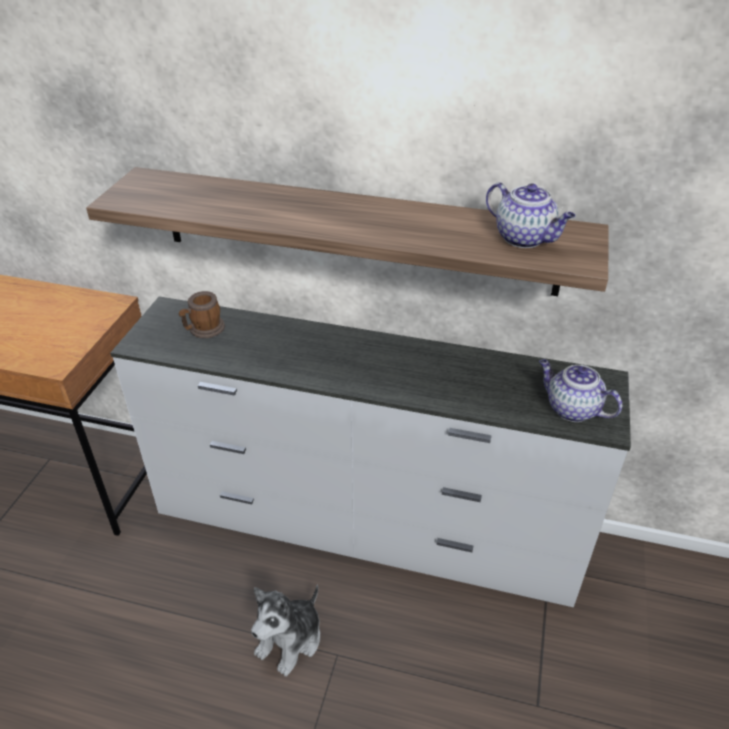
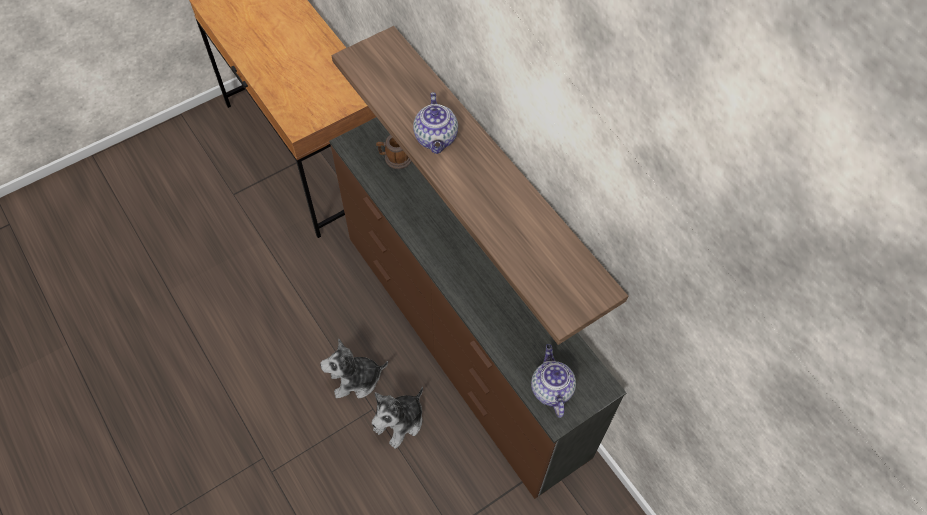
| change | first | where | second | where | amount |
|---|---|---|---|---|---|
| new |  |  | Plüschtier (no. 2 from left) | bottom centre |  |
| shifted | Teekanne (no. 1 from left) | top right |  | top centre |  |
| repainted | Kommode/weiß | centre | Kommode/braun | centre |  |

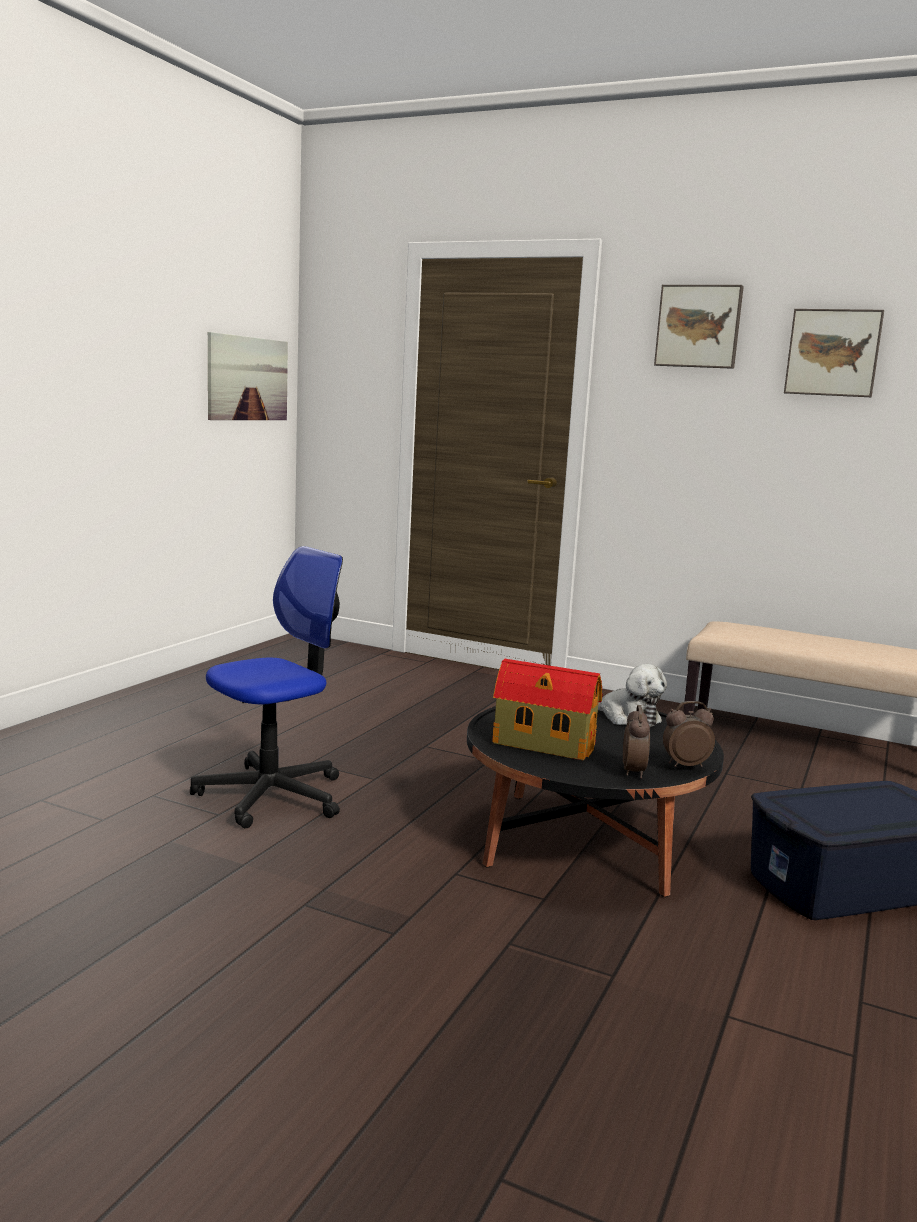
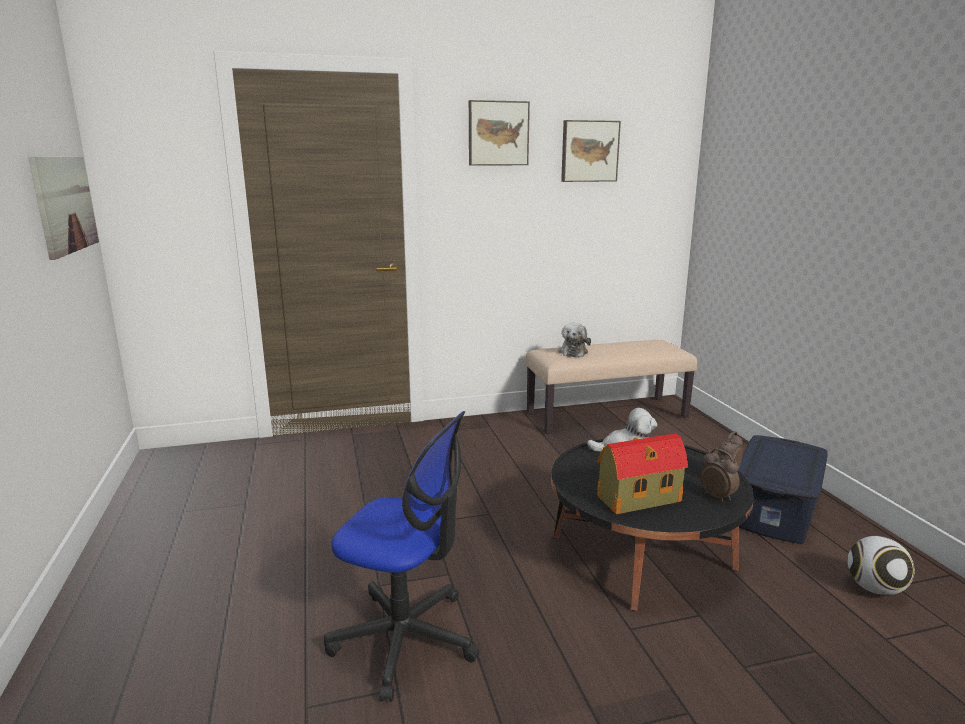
| change | first | where | second | where | amount |
|---|---|---|---|---|---|
| new |  |  | Plüschtier (no. 1 from left) | centre |  |
| new |  |  | Fußball | bottom right |  |
| rotated | Bürostuhl | middle left |  | bottom centre | 105 degrees clockwise |

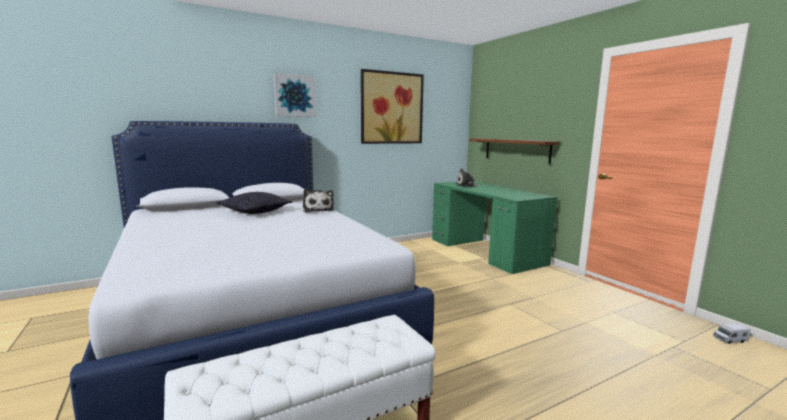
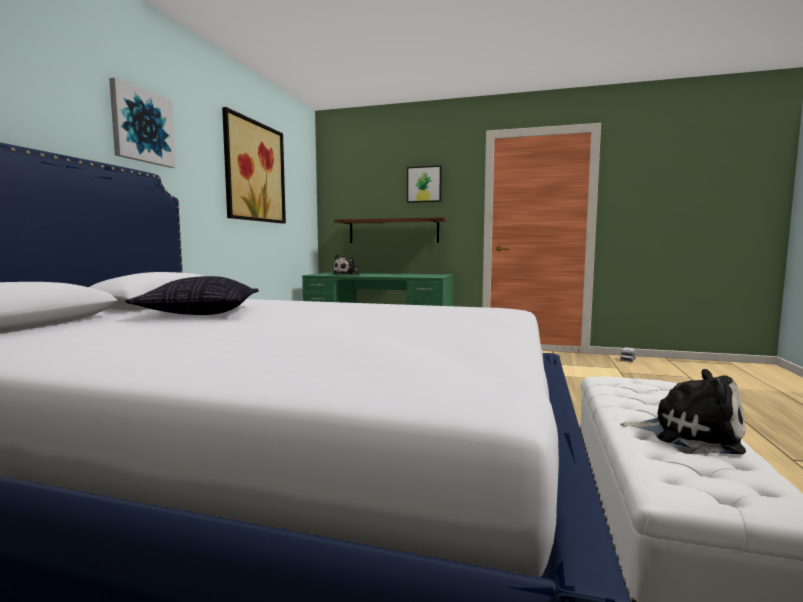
| change | first | where | second | where | amount |
|---|---|---|---|---|---|
| new |  |  | Bild (no. 3 from left) | top centre |  |
| shifted | Plüschtier (no. 1 from left in the first image) | centre | Plüschtier (no. 2 from left) | bottom right |  |

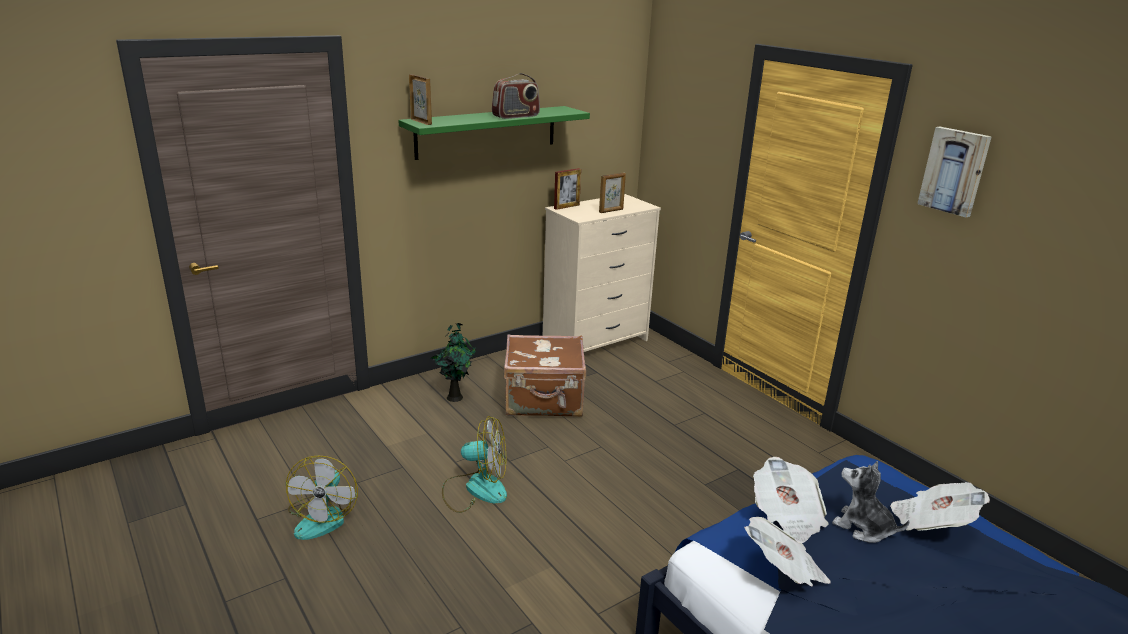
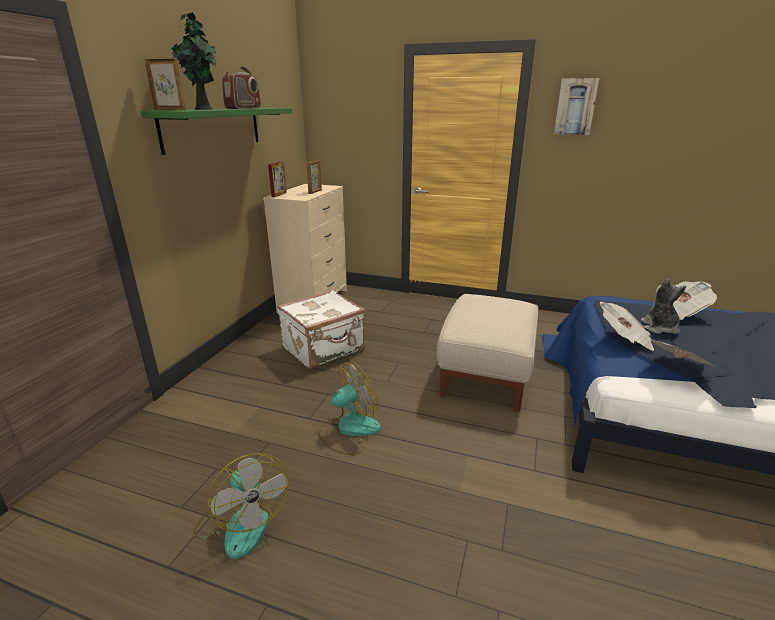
| change | first | where | second | where | amount |
|---|---|---|---|---|---|
| new |  |  | Polsterhocker/beige | centre |  |
| shifted | Topfpflanze | centre |  | top left |  |
| repainted | Koffer/braun | centre | Koffer/weiß | centre |  |
| rotated | Plüschtier | bottom right |  | middle right | 90 degrees clockwise |

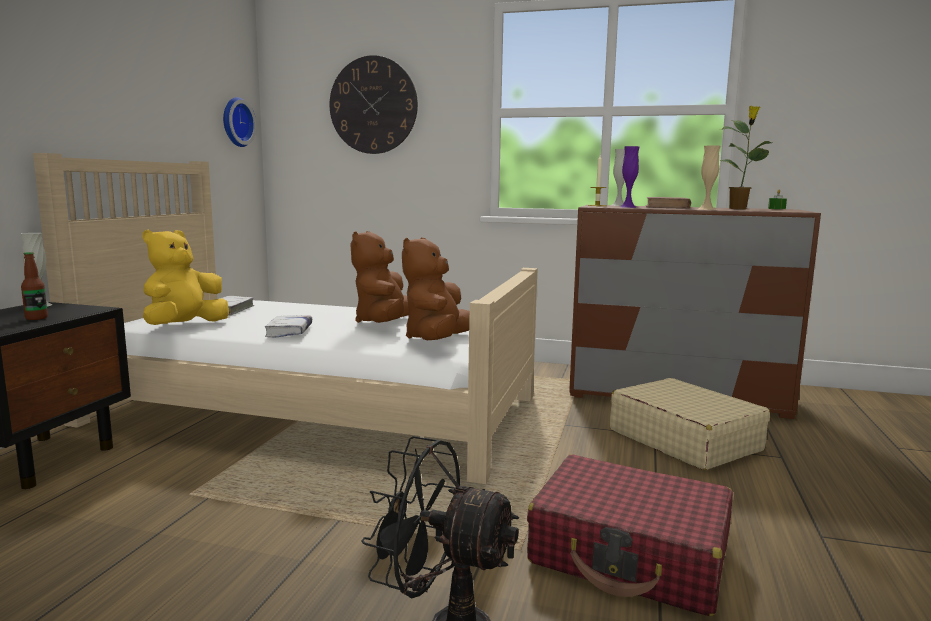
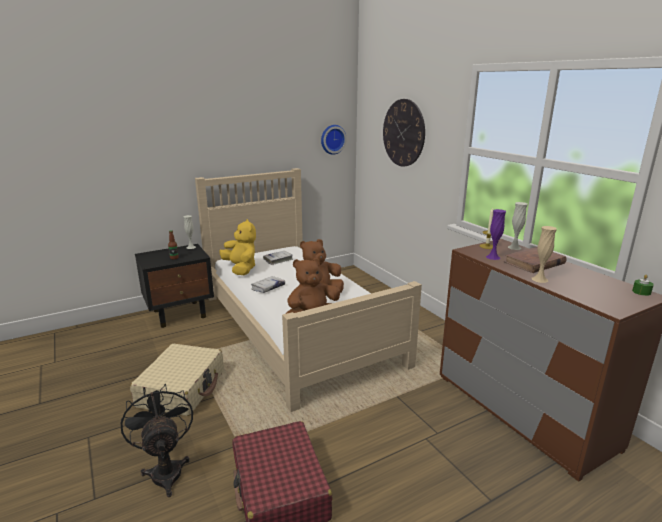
| change | first | where | second | where | amount |
|---|---|---|---|---|---|
| gone | Topfpflanze | top right |  |  |  |
| shifted | Koffer/beige | bottom right |  | bottom left |  |
| rotated | Plüschtier/gelb | middle left |  | centre | 75 degrees clockwise |

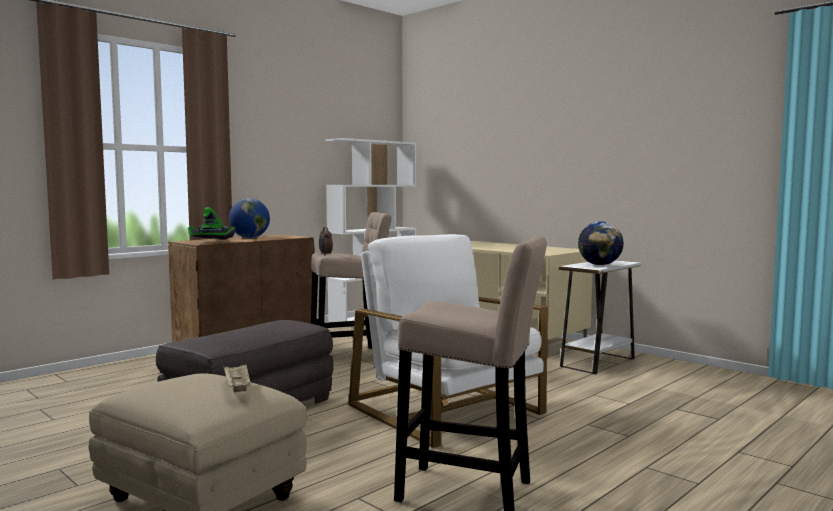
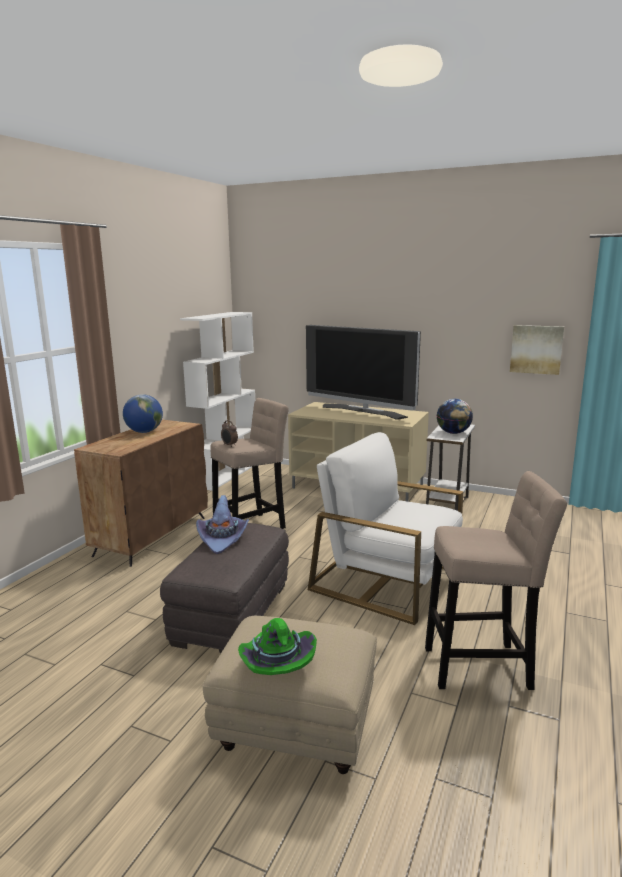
| change | first | where | second | where | amount |
|---|---|---|---|---|---|
| gone | Tablett/beige | bottom left |  |  |  |
| new |  |  | Hut/lila | centre |  |
| new |  |  | Fernseher | centre |  |
| new |  |  | Bild | middle right |  |
| shifted | Hut/grün | middle left |  | bottom centre |  |

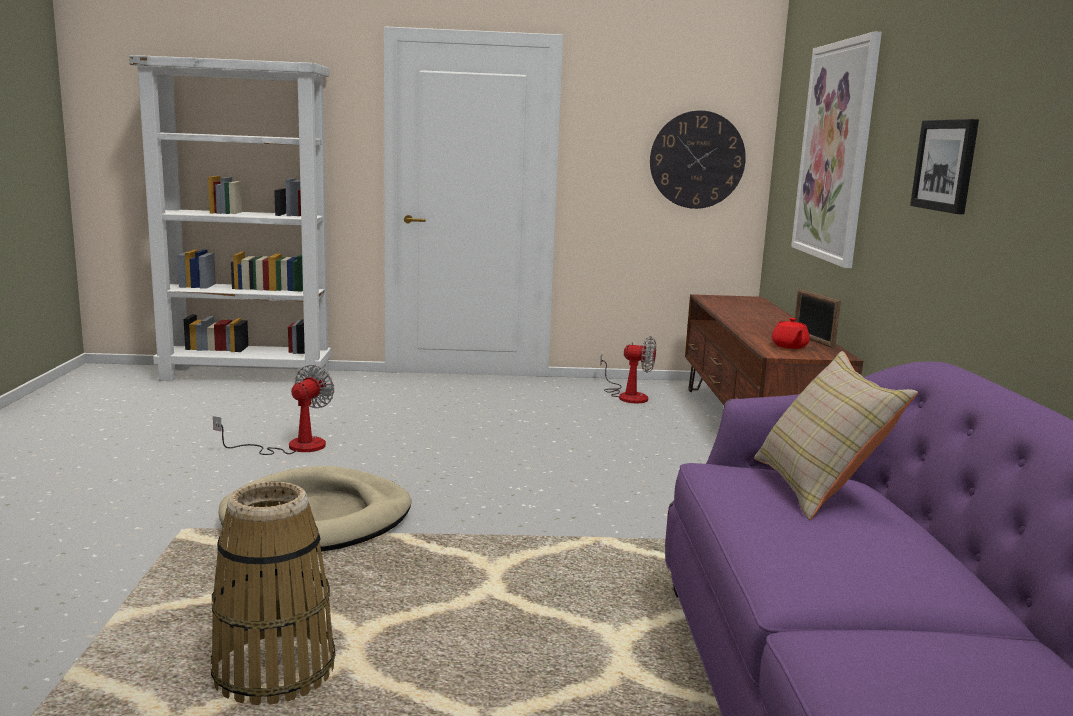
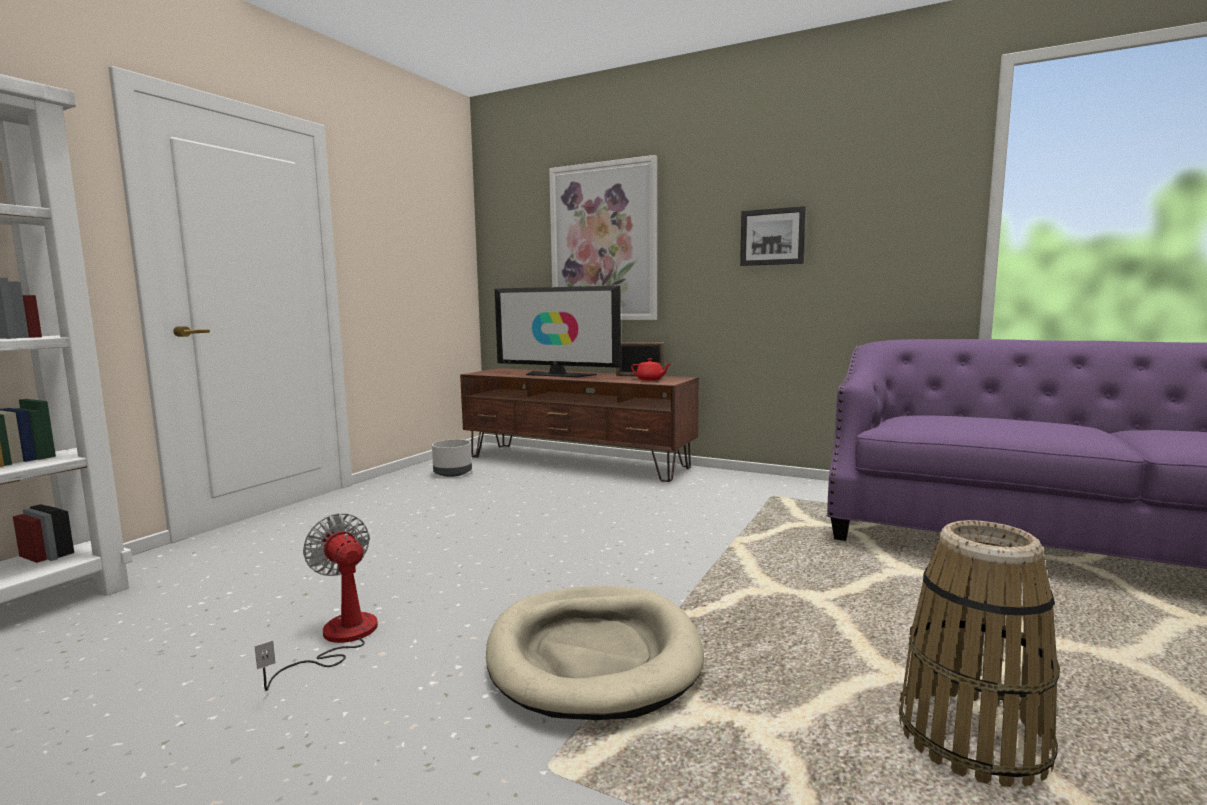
| change | first | where | second | where | amount |
|---|---|---|---|---|---|
| gone | Wanduhr | top centre |  |  |  |
| gone | Kissen/beige | middle right |  |  |  |
| new |  |  | Fernseher | centre |  |
| swapped | Ventilator (no. 2 from left) | centre | Pflanzkübel/grau | centre |  |

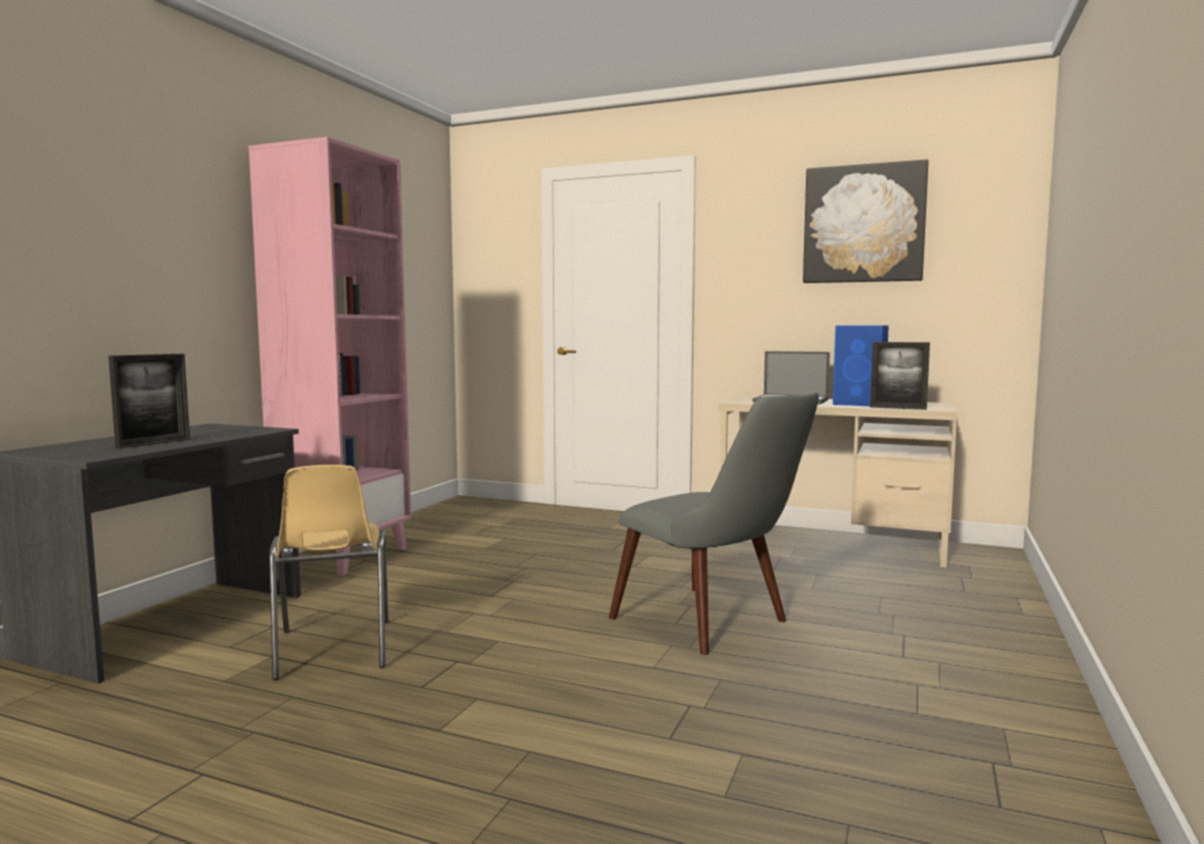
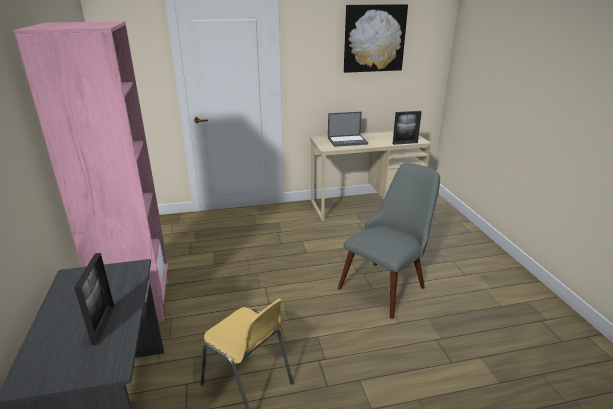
| change | first | where | second | where | amount |
|---|---|---|---|---|---|
| gone | Lautsprecher/blau | middle right |  |  |  |
| rotated | Stuhl/grau | centre |  | centre | 60 degrees counterclockwise |

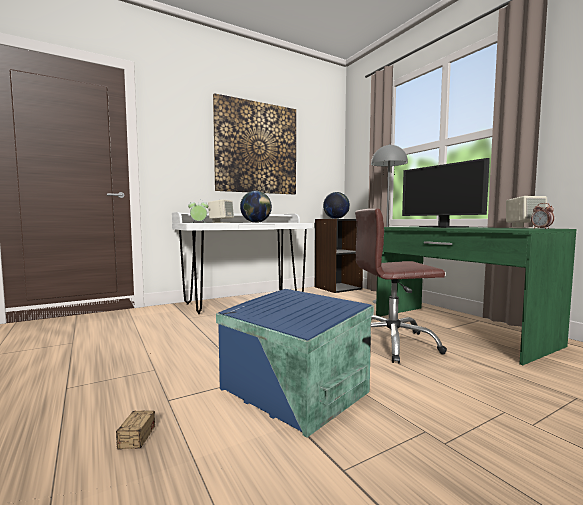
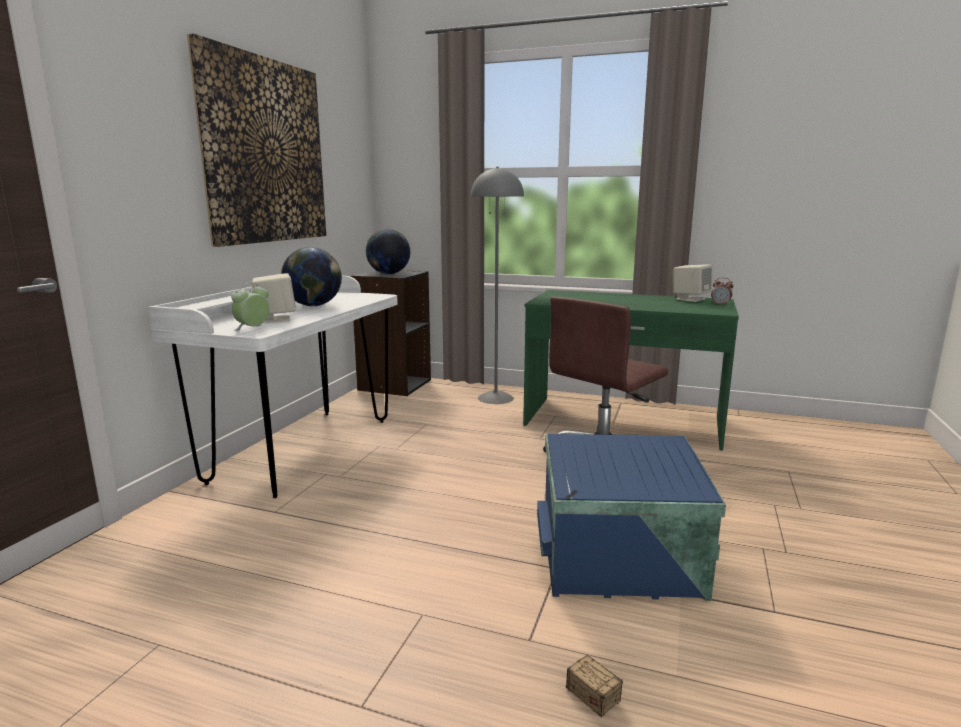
| change | first | where | second | where | amount |
|---|---|---|---|---|---|
| gone | Monitor | middle right |  |  |  |

